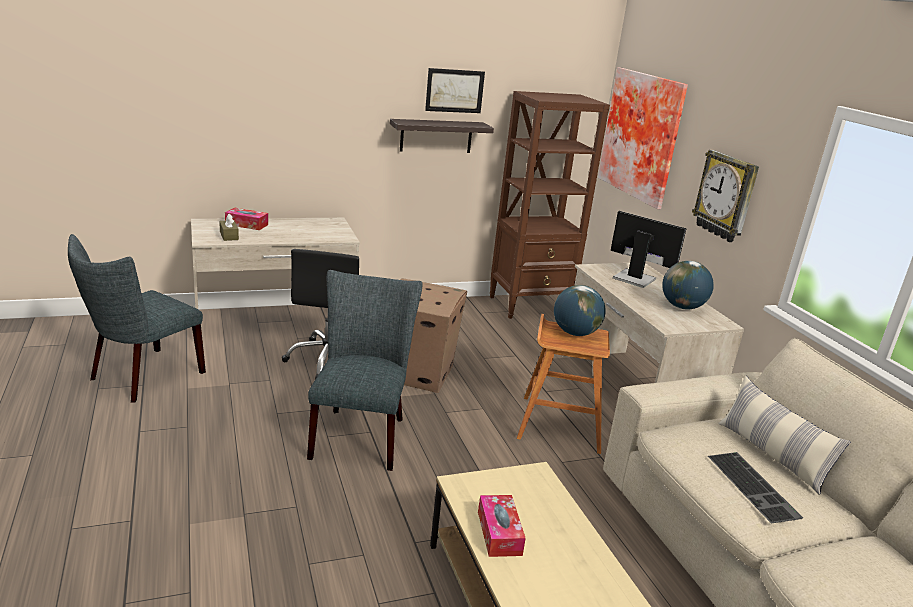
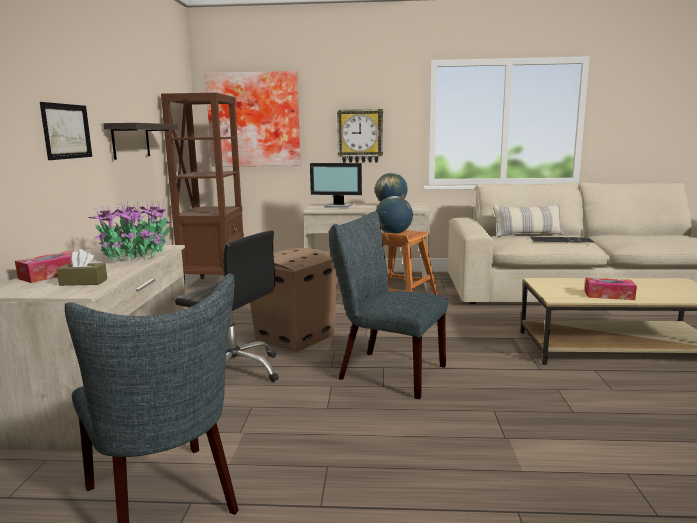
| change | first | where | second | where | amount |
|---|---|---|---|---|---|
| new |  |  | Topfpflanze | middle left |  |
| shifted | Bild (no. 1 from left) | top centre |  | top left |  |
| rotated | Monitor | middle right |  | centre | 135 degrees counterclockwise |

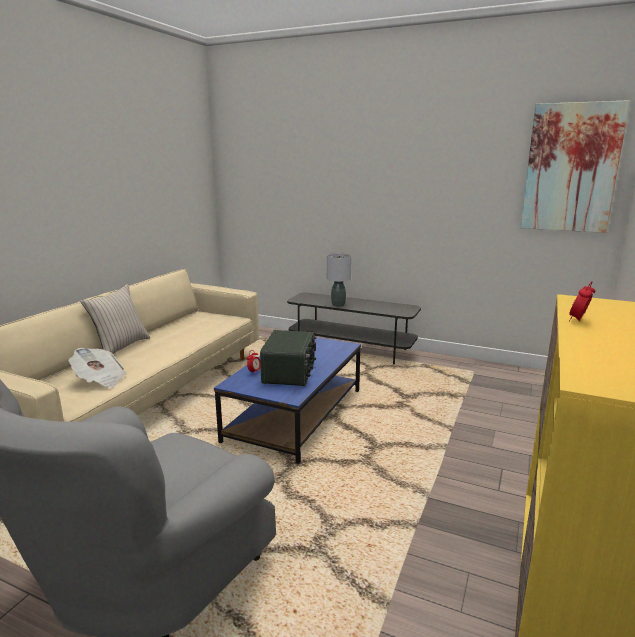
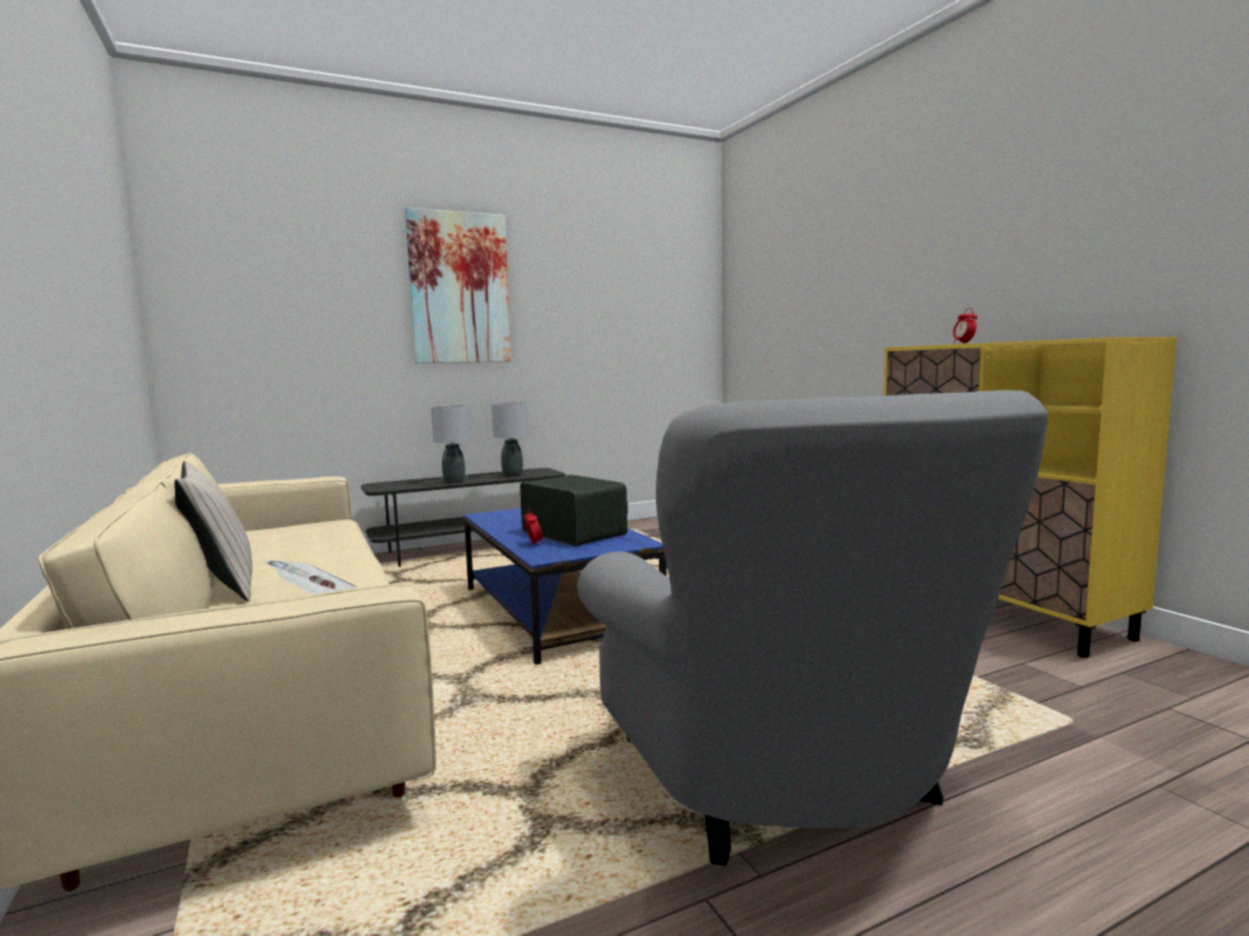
| change | first | where | second | where | amount |
|---|---|---|---|---|---|
| new |  |  | Tischlampe/grau (no. 2 from left) | centre |  |
| shifted | Bild | top right |  | top centre |  |

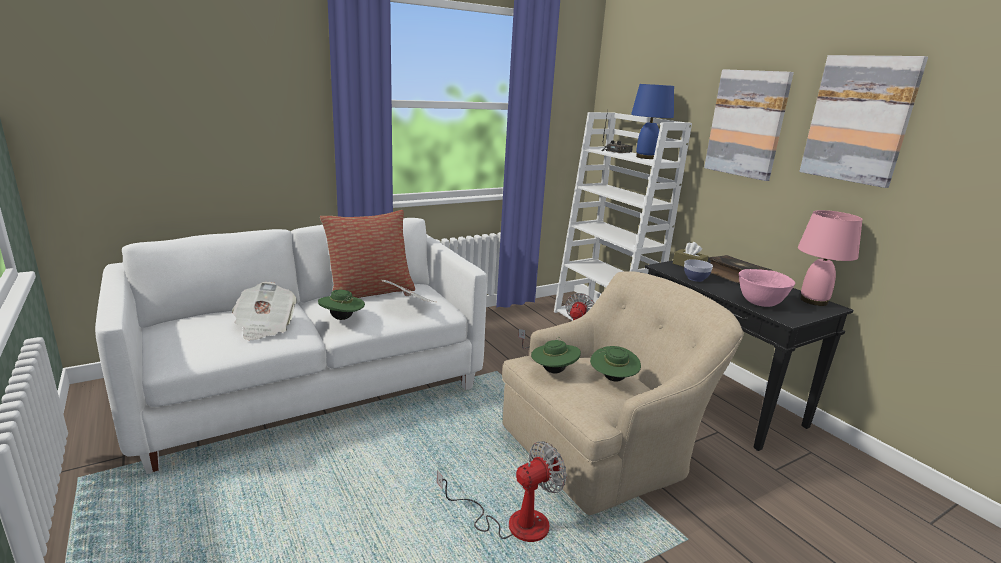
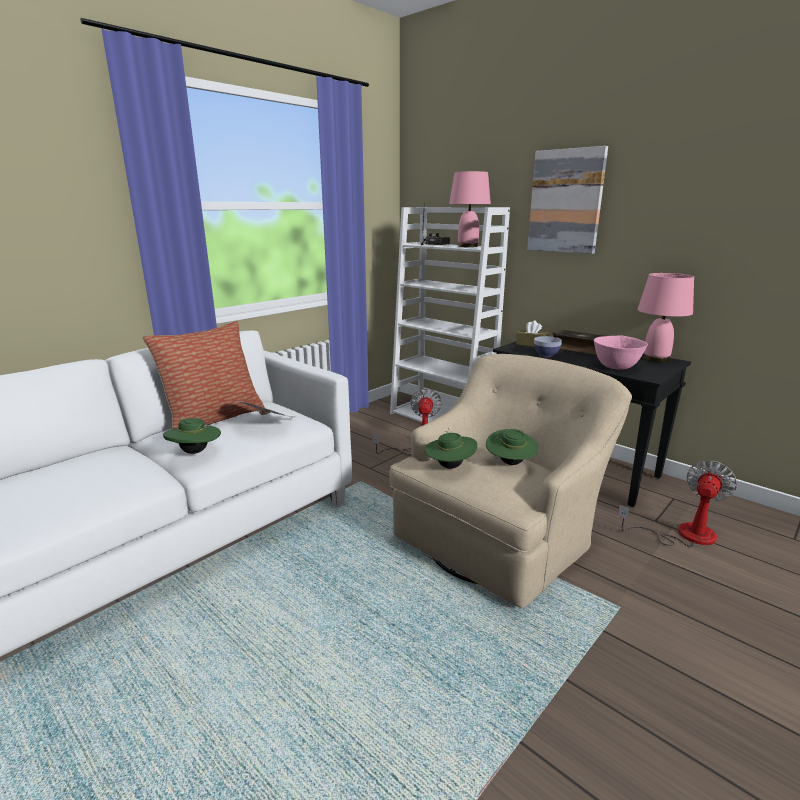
| change | first | where | second | where | amount |
|---|---|---|---|---|---|
| gone | Zeitung (no. 1 from left) | middle left |  |  |  |
| gone | Bild (no. 2 from left) | top right |  |  |  |
| shifted | Ventilator (no. 1 from left in the first image) | bottom centre | Ventilator (no. 2 from left) | middle right |  |
| repainted | Tischlampe/blau | top centre | Tischlampe/rosa (no. 1 from left) | top centre |  |

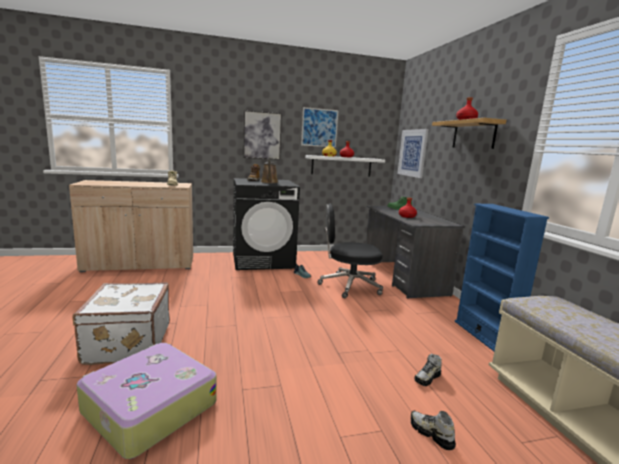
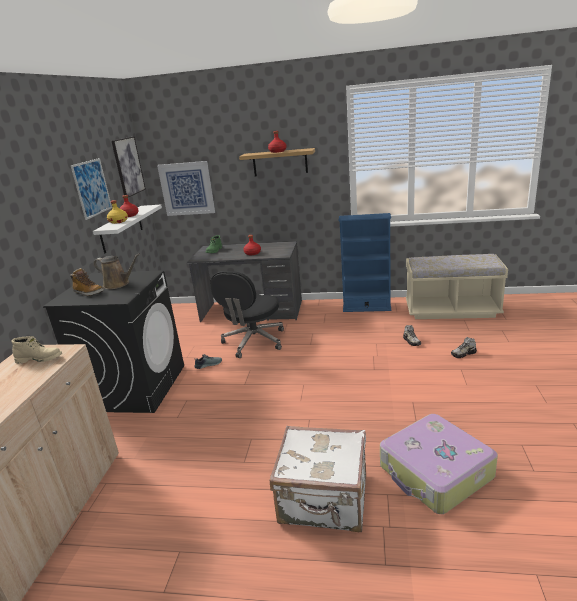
| change | first | where | second | where | amount |
|---|---|---|---|---|---|
| shifted | Bild (no. 1 from left in the first image) | top centre | Bild (no. 2 from left) | top left |  |

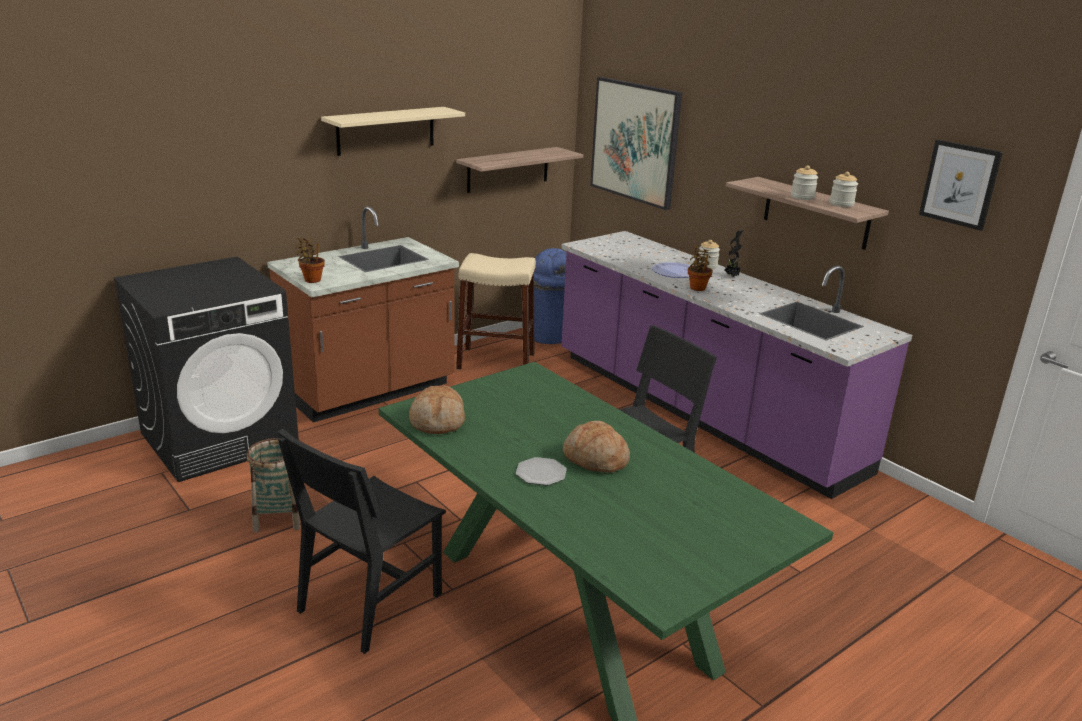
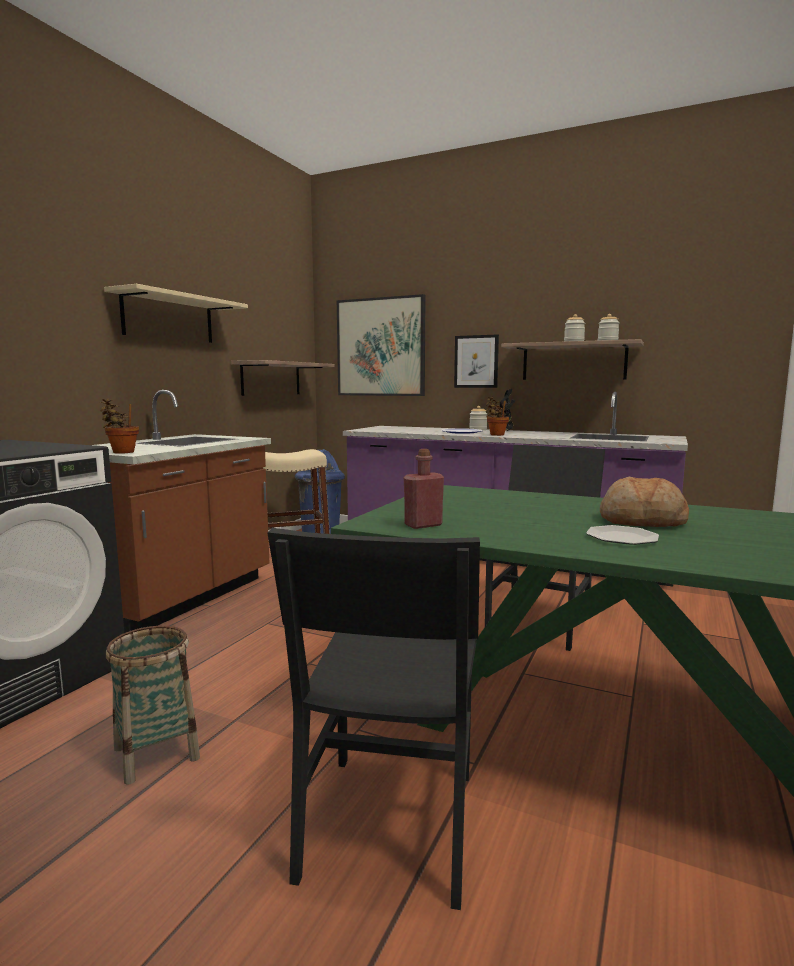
| change | first | where | second | where | amount |
|---|---|---|---|---|---|
| shifted | Bild (no. 2 from left) | top right |  | centre |  |
| swapped | Brot (no. 1 from left) | centre | Flasche/rot | centre |  |

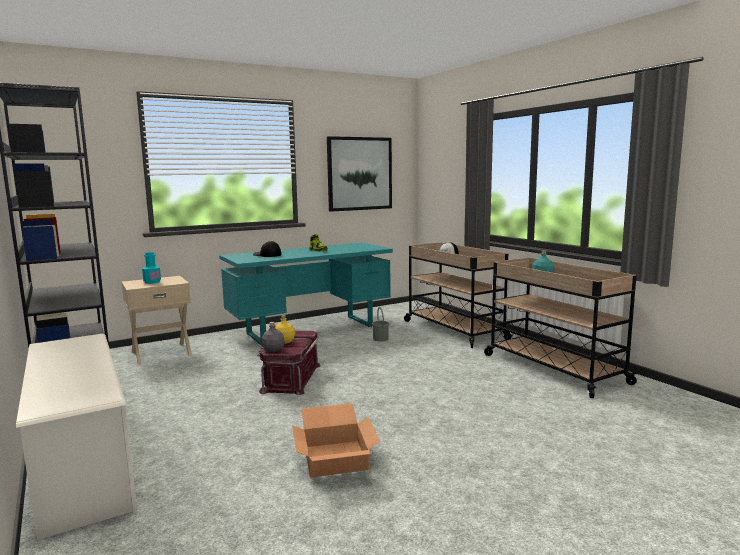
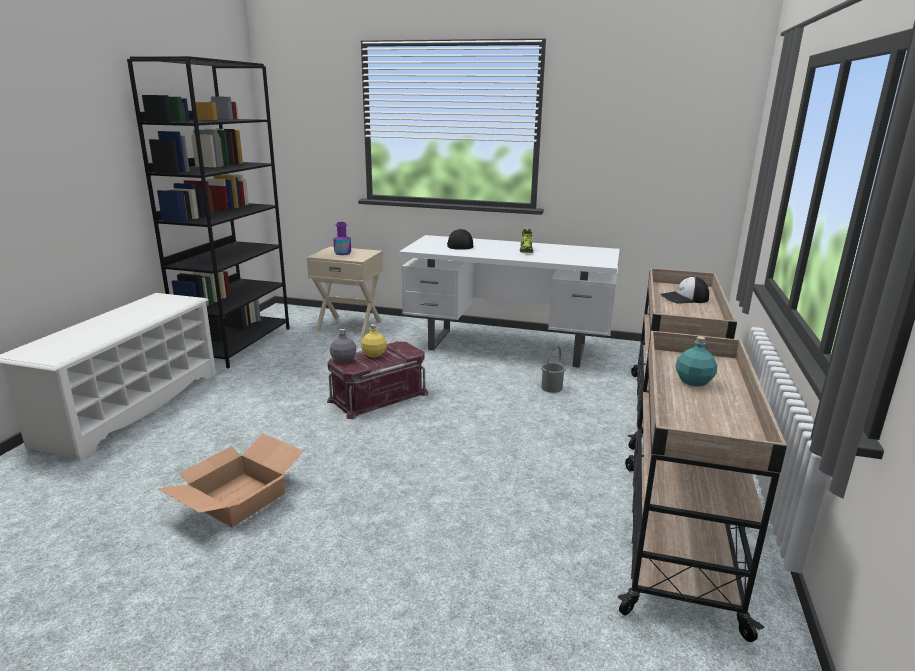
| change | first | where | second | where | amount |
|---|---|---|---|---|---|
| gone | Bild | top centre |  |  |  |
| repainted | Flasche/türkis (no. 1 from left) | middle left | Flasche/lila | centre |  |
| repainted | Schreibtisch/türkis | centre | Schreibtisch/weiß | centre |  |

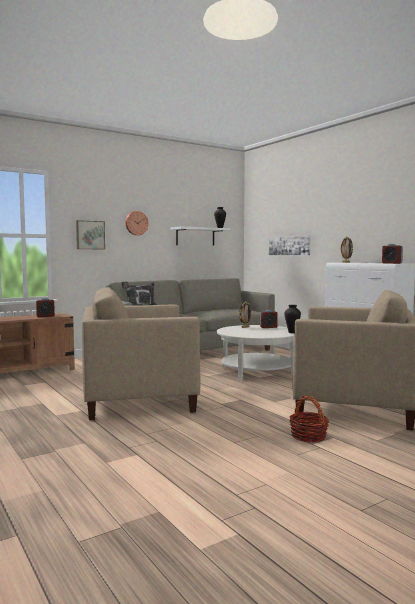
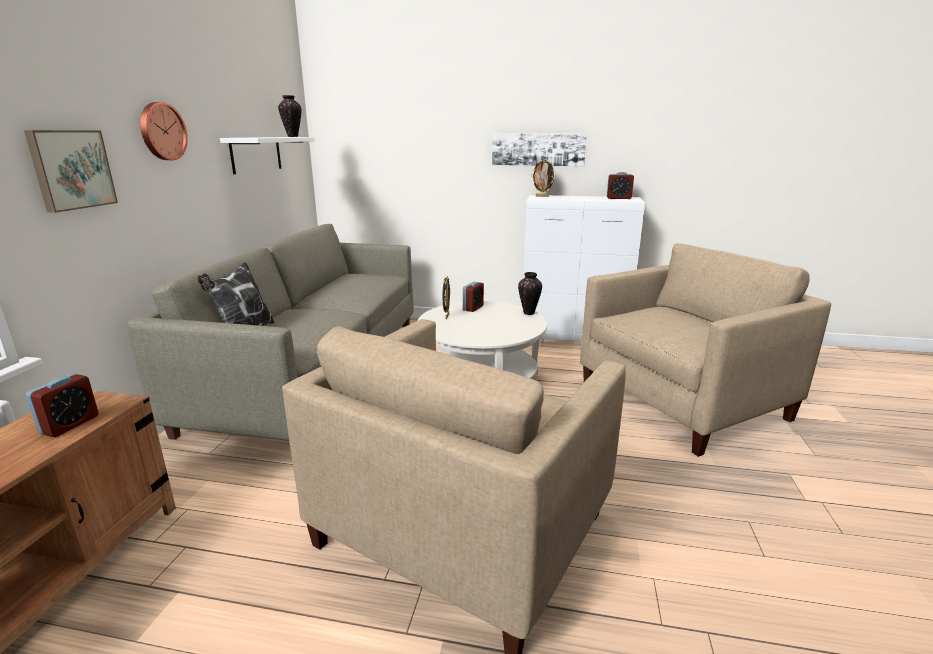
| change | first | where | second | where | amount |
|---|---|---|---|---|---|
| gone | Korb | bottom right |  |  |  |
| shifted | Bild (no. 2 from left) | middle right |  | top centre |  |

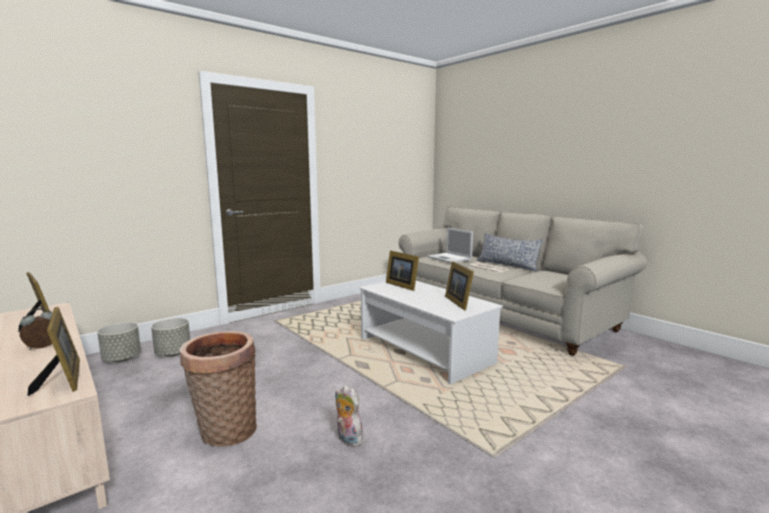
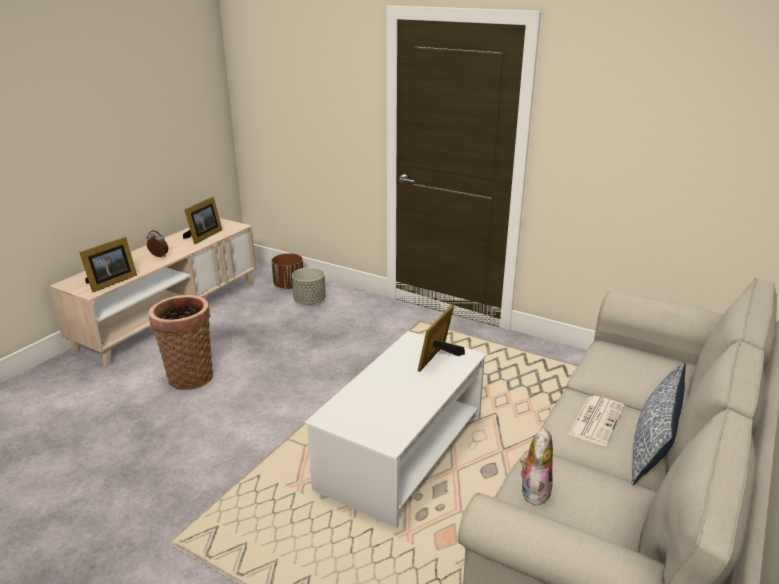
| change | first | where | second | where | amount |
|---|---|---|---|---|---|
| gone | Laptop | centre |  |  |  |
| gone | Bilderrahmen (no. 4 from left) | centre |  |  |  |
| shifted | Plüschtier | bottom centre |  | bottom right |  |
| repainted | Pflanzkübel/grau (no. 1 from left) | bottom left | Pflanzkübel/braun | centre |  |

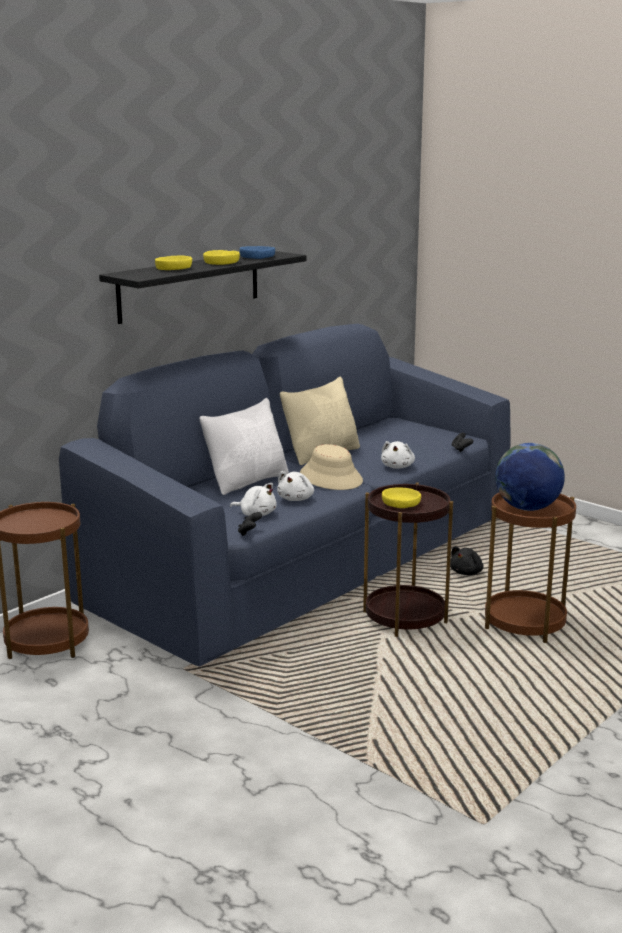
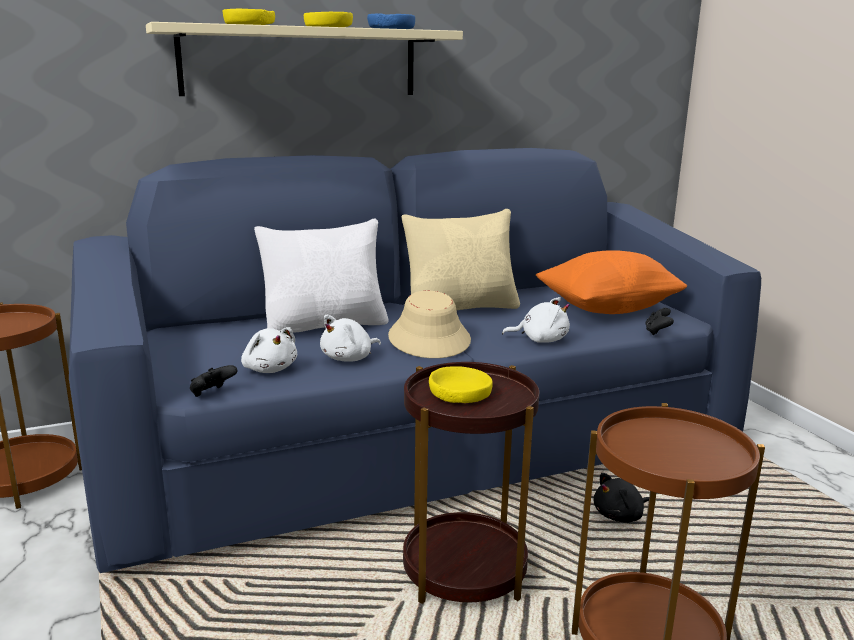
| change | first | where | second | where | amount |
|---|---|---|---|---|---|
| gone | Globus | middle right |  |  |  |
| new |  |  | Kissen/orange | middle right |  |
| repainted | Wandregal/schwarz | top left | Wandregal/beige | top centre |  |
| rotated | Plüschtier/weiß (no. 3 from left) | centre |  | centre | 120 degrees counterclockwise |

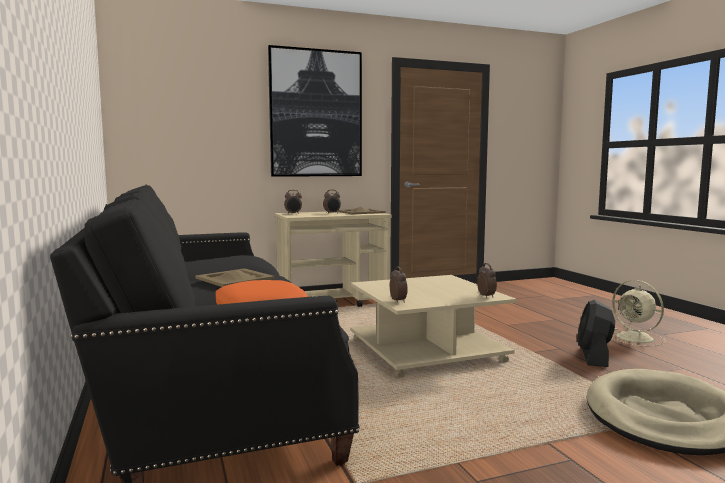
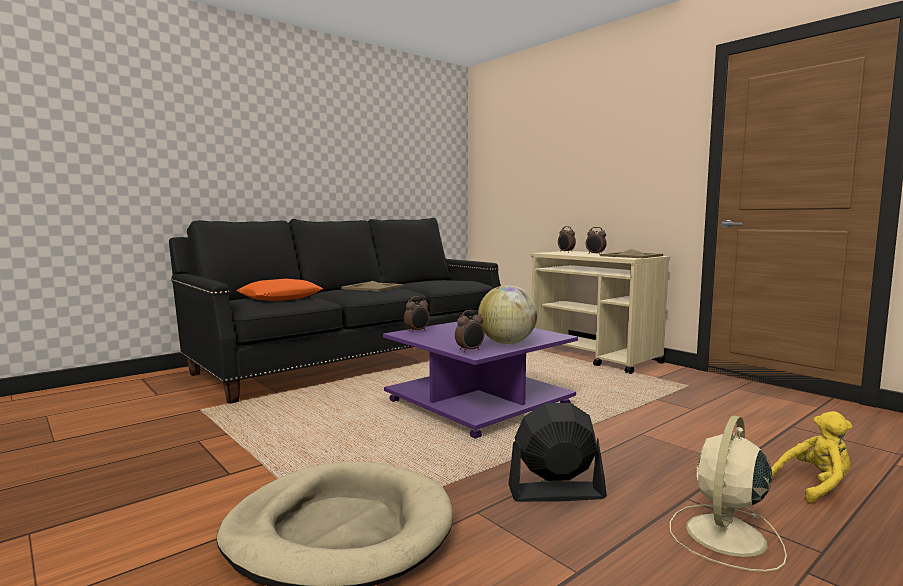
| change | first | where | second | where | amount |
|---|---|---|---|---|---|
| gone | Bild | top centre |  |  |  |
| new |  |  | Globus | centre |  |
| new |  |  | Plüschtier/gelb | bottom right |  |
| repainted | Couchtisch/beige | bottom centre | Couchtisch/lila | centre |  |

